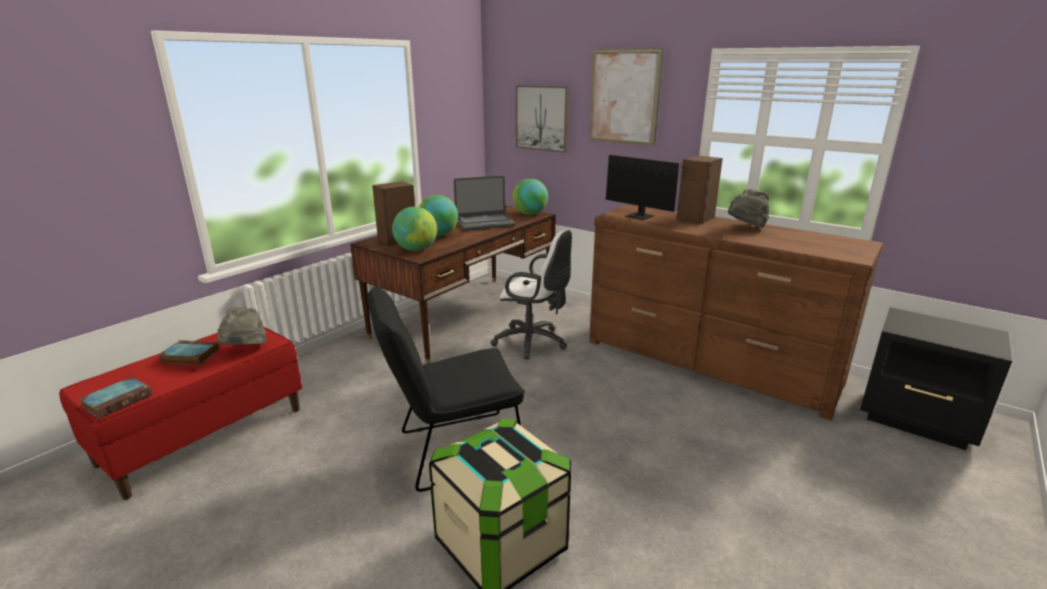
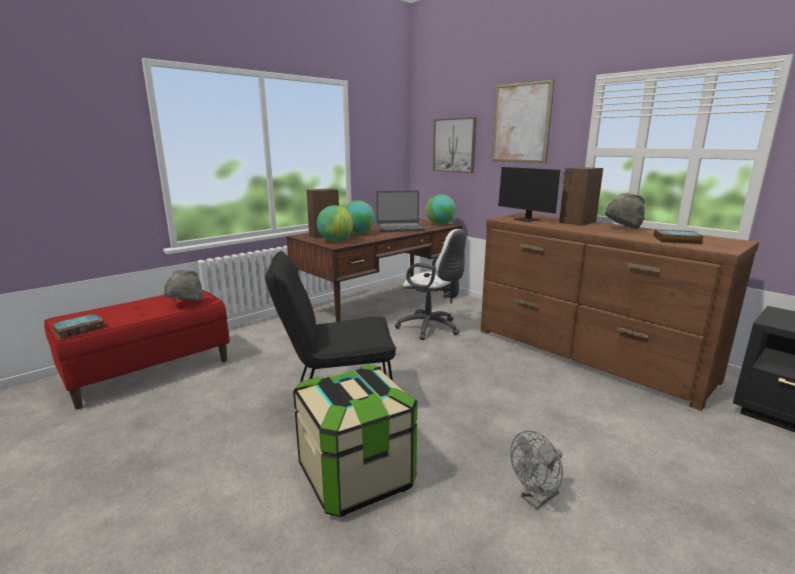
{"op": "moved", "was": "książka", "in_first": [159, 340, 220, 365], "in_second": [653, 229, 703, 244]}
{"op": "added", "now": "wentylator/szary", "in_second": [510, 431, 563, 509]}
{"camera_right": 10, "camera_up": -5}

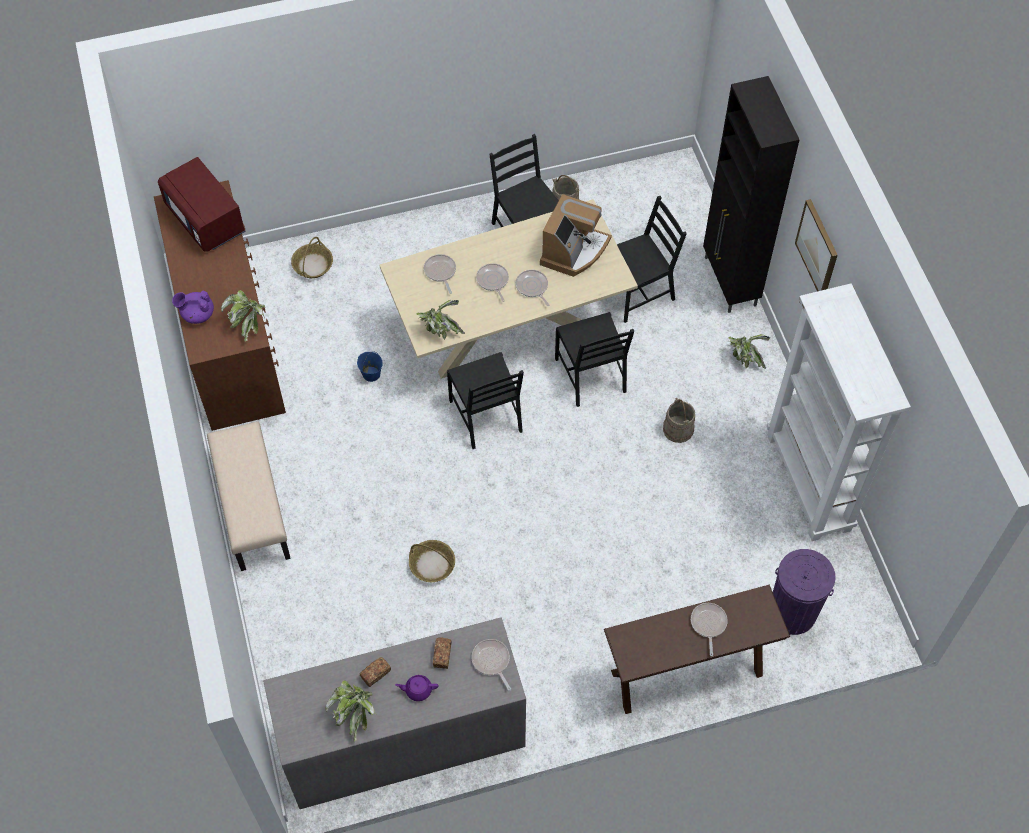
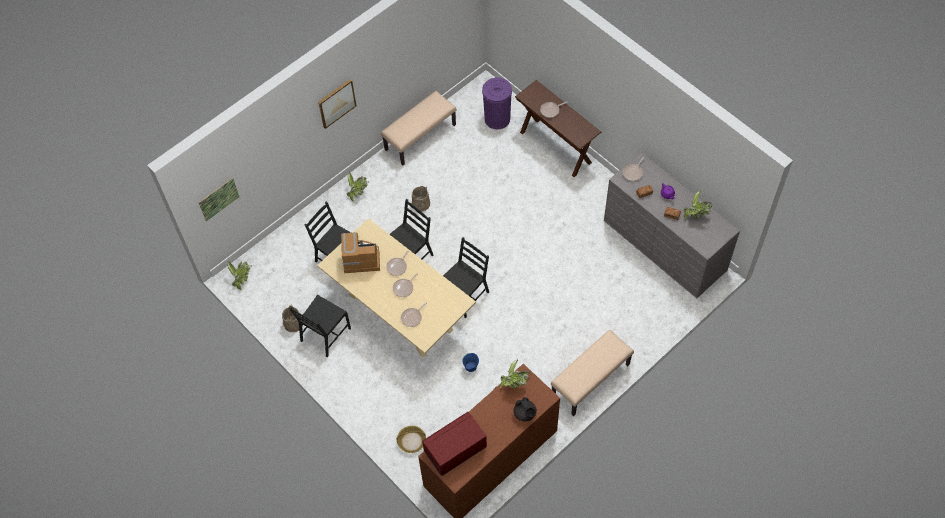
{"op": "removed", "was": "szafka/czarny", "in_first": [703, 76, 800, 313]}
{"op": "turned", "was": "mikrofalówka/czerwony", "in_first": [158, 157, 245, 252], "in_second": [422, 412, 487, 477], "clockwise": -150}
{"op": "replaced", "was": "regał/biały", "now": "ławka/beżowy", "in_first": [766, 283, 911, 541], "in_second": [381, 91, 456, 165]}
{"op": "recoloured", "was": "imbryk/fioletowy", "now": "imbryk/czarny", "in_first": [172, 290, 214, 324], "in_second": [513, 397, 537, 422]}
{"op": "moved", "was": "roślina doniczkowa", "in_first": [416, 300, 465, 340], "in_second": [227, 261, 252, 290]}
{"op": "removed", "was": "koszyk", "in_first": [409, 540, 455, 582]}
{"op": "added", "now": "obraz", "in_second": [199, 178, 239, 221]}
{"camera_right": -115, "camera_up": 0}

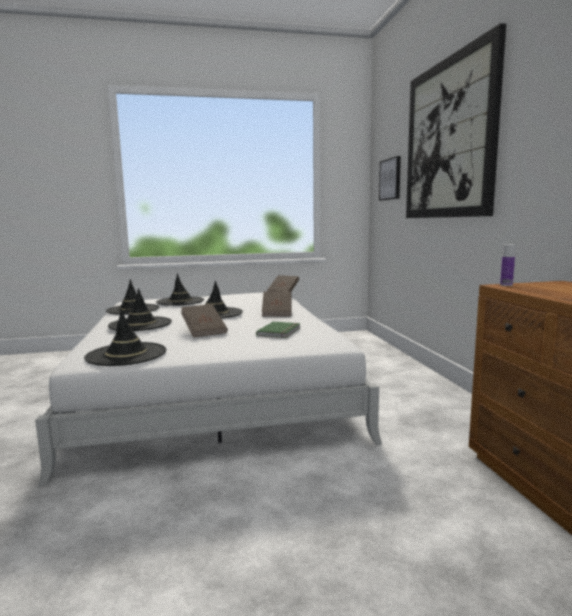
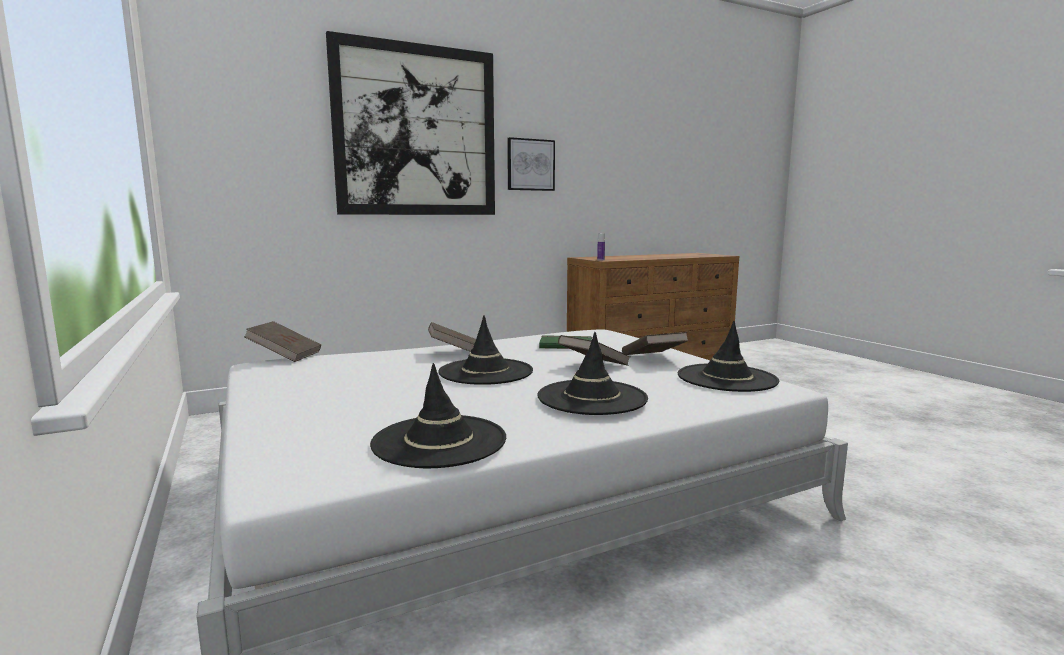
{"op": "moved", "was": "obraz", "in_first": [379, 156, 401, 201], "in_second": [507, 137, 555, 191]}
{"op": "removed", "was": "kapelusz/czarny", "in_first": [156, 273, 204, 306]}
{"op": "added", "now": "książka/brązowy", "in_second": [622, 332, 689, 355]}
{"camera_right": -105, "camera_up": 0}

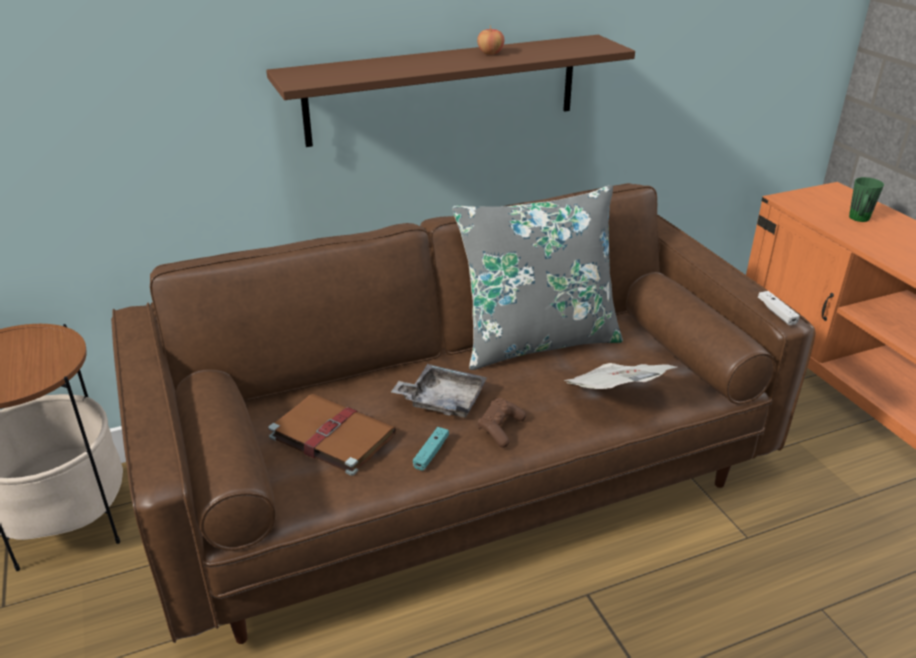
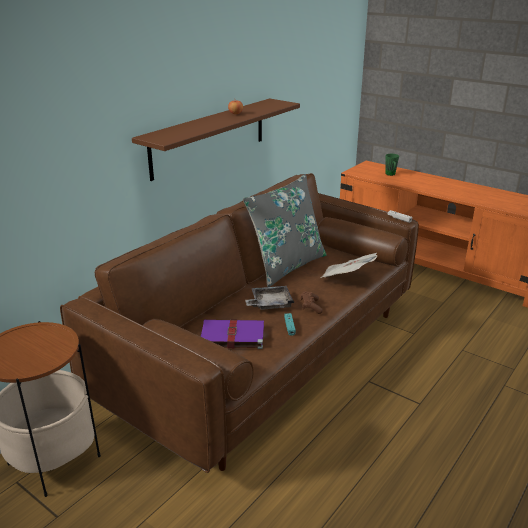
{"op": "recoloured", "was": "książka/brązowy", "now": "książka/fioletowy", "in_first": [268, 394, 396, 476], "in_second": [201, 320, 264, 349]}
{"camera_right": -30, "camera_up": -5}

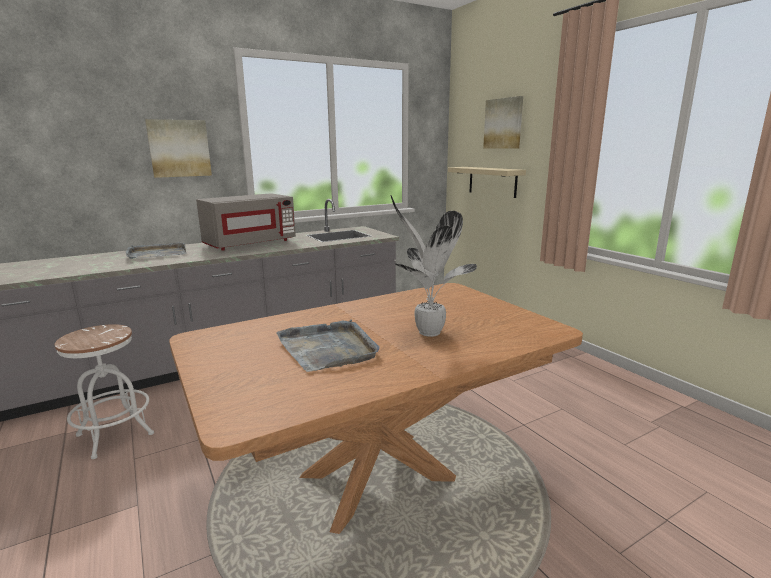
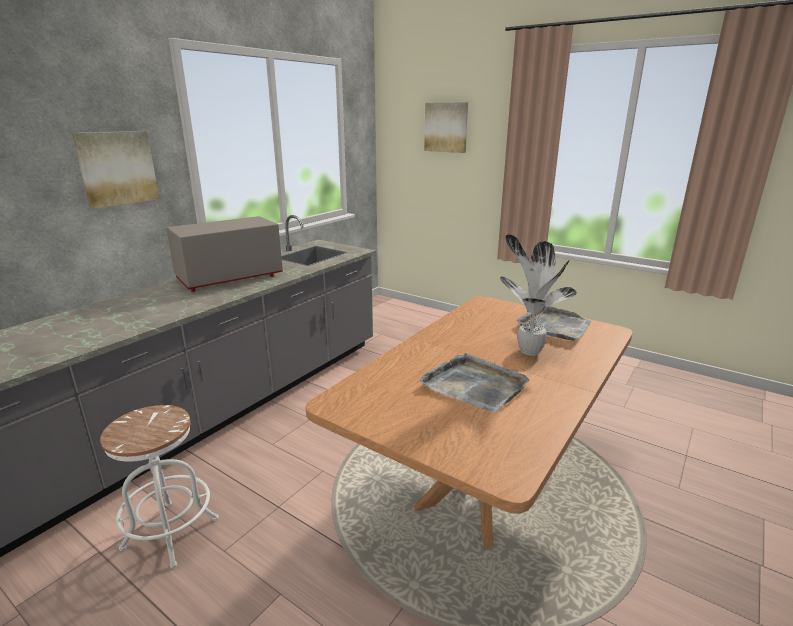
{"op": "removed", "was": "półka/beżowy", "in_first": [448, 167, 526, 198]}
{"op": "turned", "was": "mikrofalówka/szary", "in_first": [196, 194, 296, 251], "in_second": [166, 216, 283, 292], "clockwise": -150}
{"op": "moved", "was": "taca/szary", "in_first": [126, 242, 187, 259], "in_second": [517, 305, 591, 341]}
{"camera_right": -25, "camera_up": 5}

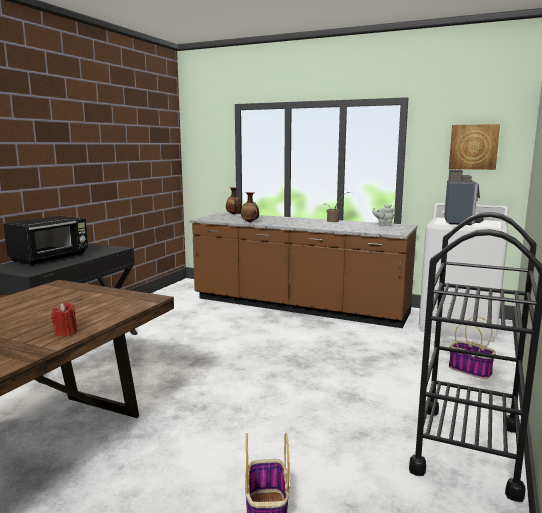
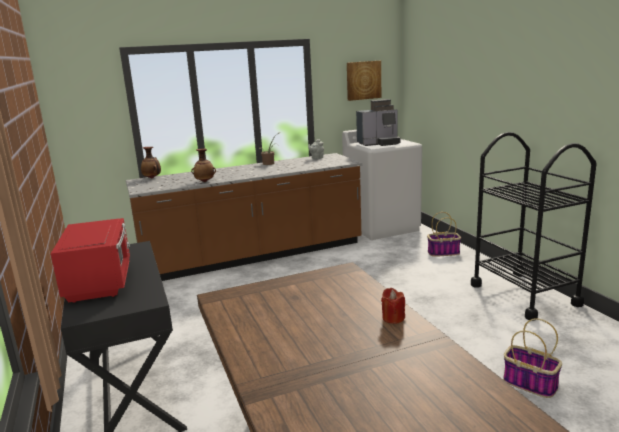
{"op": "turned", "was": "ekspres do kawy", "in_first": [444, 169, 483, 225], "in_second": [356, 99, 400, 146], "clockwise": 105}
{"op": "recoloured", "was": "mikrofalówka/czarny", "now": "mikrofalówka/czerwony", "in_first": [3, 216, 88, 266], "in_second": [51, 218, 130, 303]}
{"camera_right": -45, "camera_up": 5}

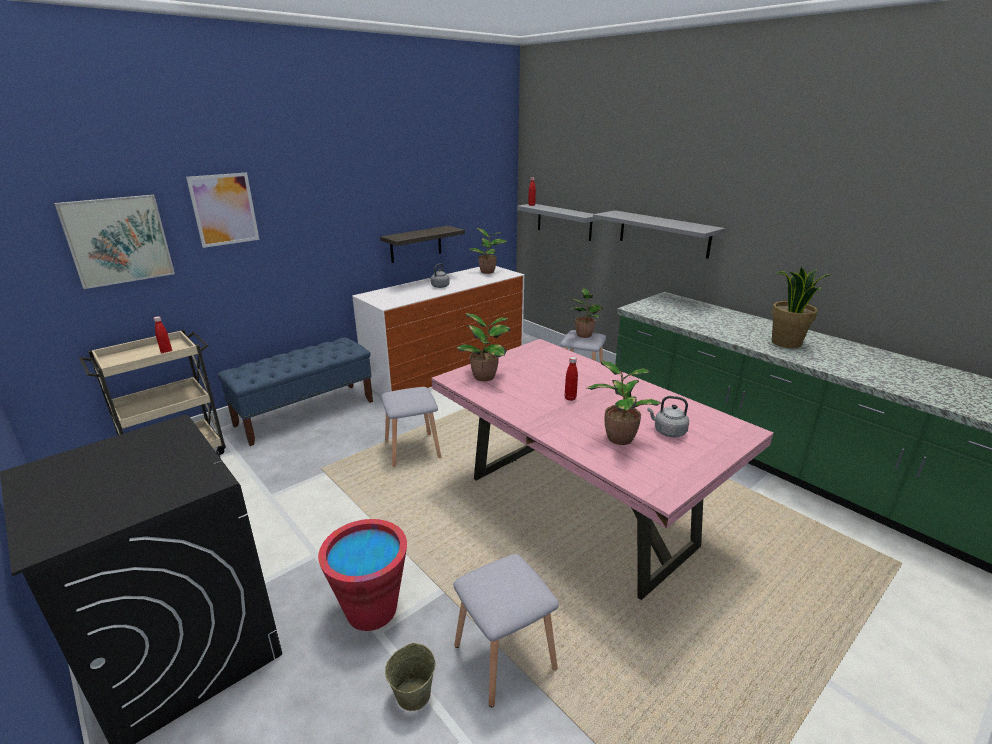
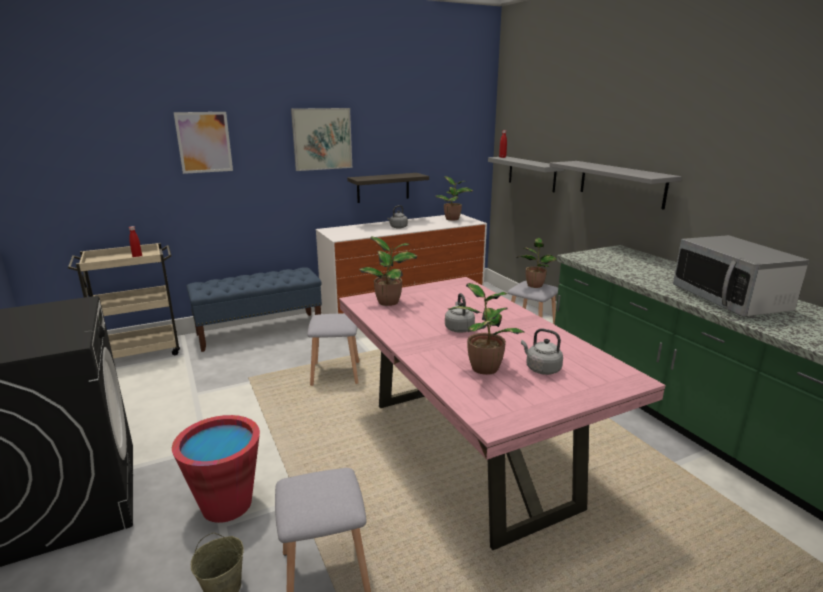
{"op": "moved", "was": "obraz", "in_first": [54, 195, 175, 289], "in_second": [291, 108, 352, 171]}
{"op": "replaced", "was": "roślina doniczkowa", "now": "mikrofalówka", "in_first": [772, 267, 832, 348], "in_second": [673, 235, 809, 317]}
{"op": "replaced", "was": "butelka/czerwony", "now": "czajnik/szary", "in_first": [565, 357, 578, 401], "in_second": [445, 293, 475, 333]}
{"camera_right": 15, "camera_up": -5}

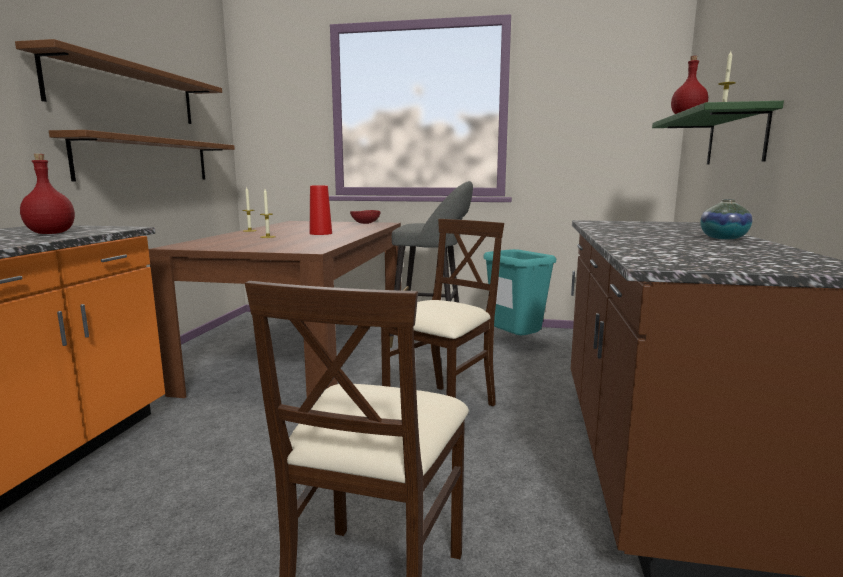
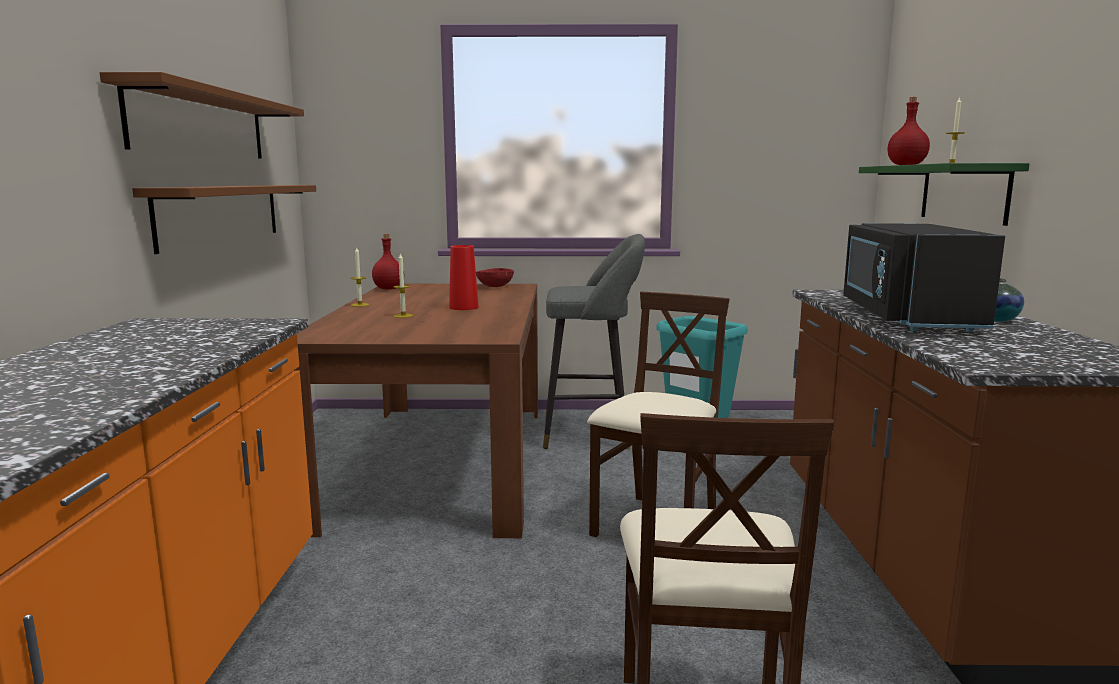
{"op": "moved", "was": "butelka/czerwony", "in_first": [20, 154, 75, 234], "in_second": [372, 234, 404, 290]}
{"op": "added", "now": "mikrofalówka/czarny", "in_second": [843, 223, 1005, 332]}
{"camera_right": -10, "camera_up": 0}

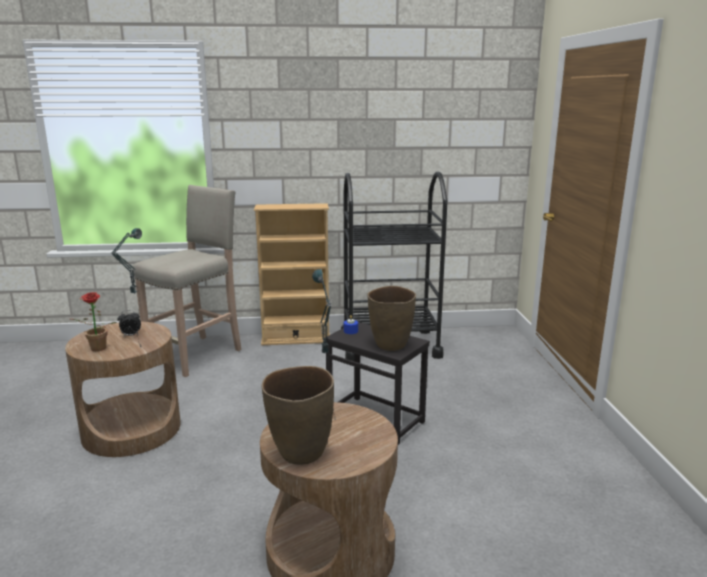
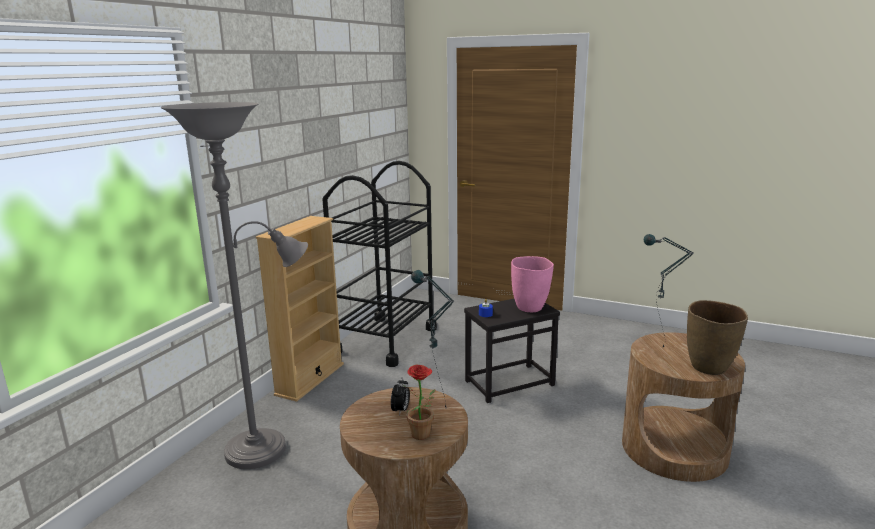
{"op": "replaced", "was": "stołek/beżowy", "now": "lampa stojąca/szary", "in_first": [132, 185, 242, 377], "in_second": [161, 102, 308, 469]}
{"op": "recoloured", "was": "wazon/brązowy", "now": "wazon/różowy", "in_first": [367, 286, 416, 351], "in_second": [511, 256, 554, 312]}
{"camera_right": -60, "camera_up": 0}

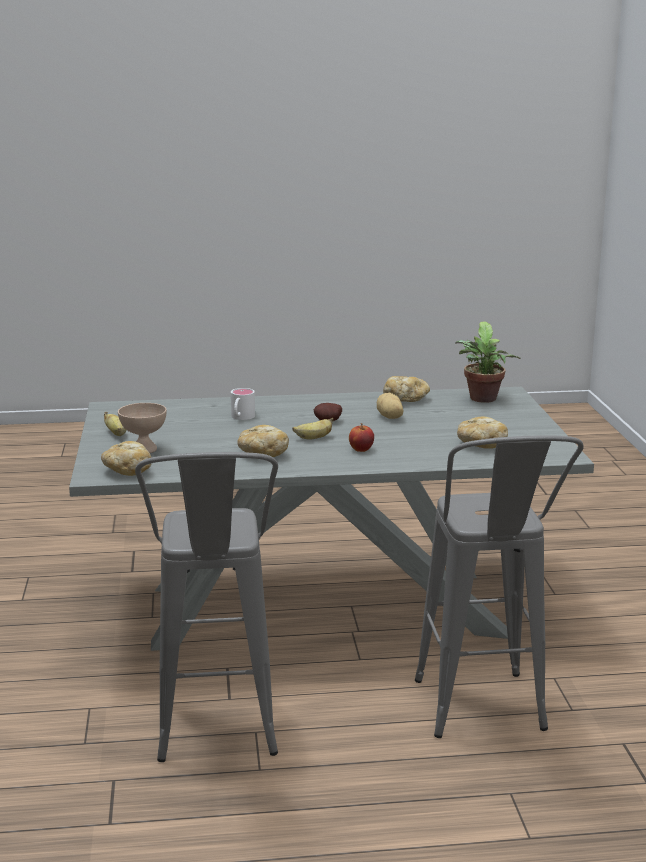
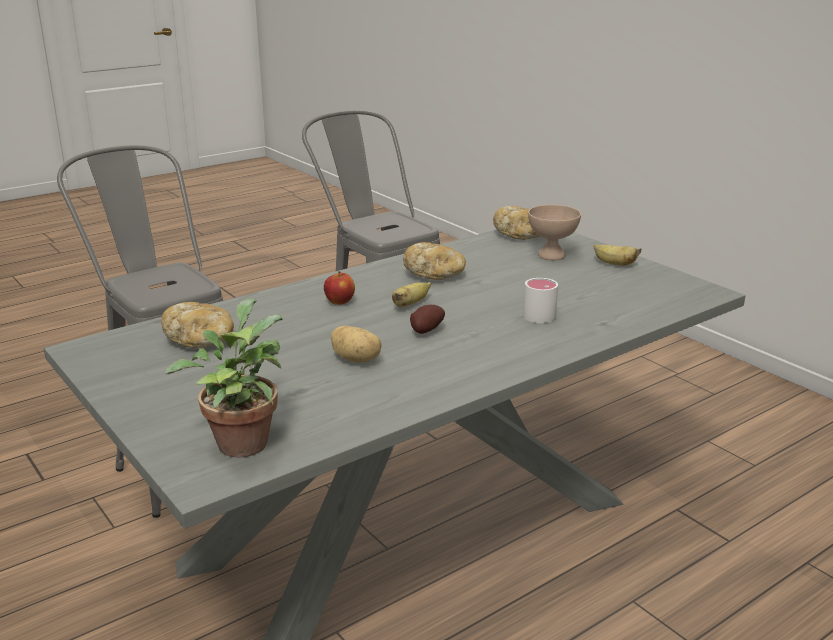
{"op": "removed", "was": "chleb", "in_first": [383, 376, 430, 402]}
{"camera_right": 150, "camera_up": 5}

